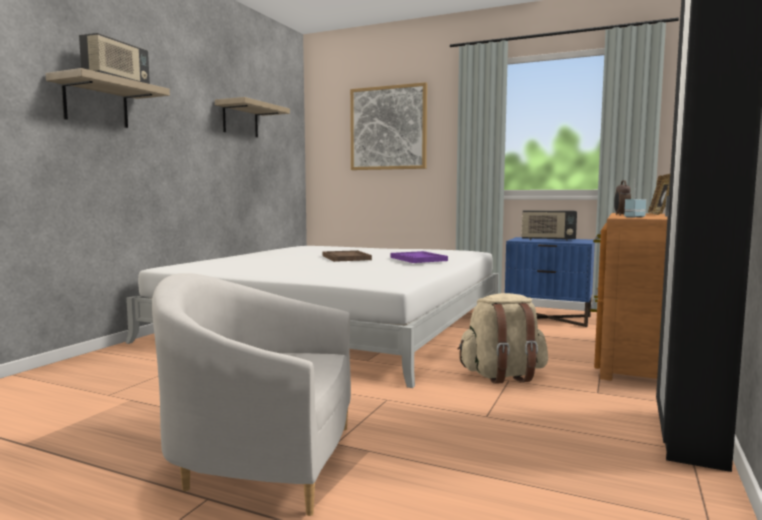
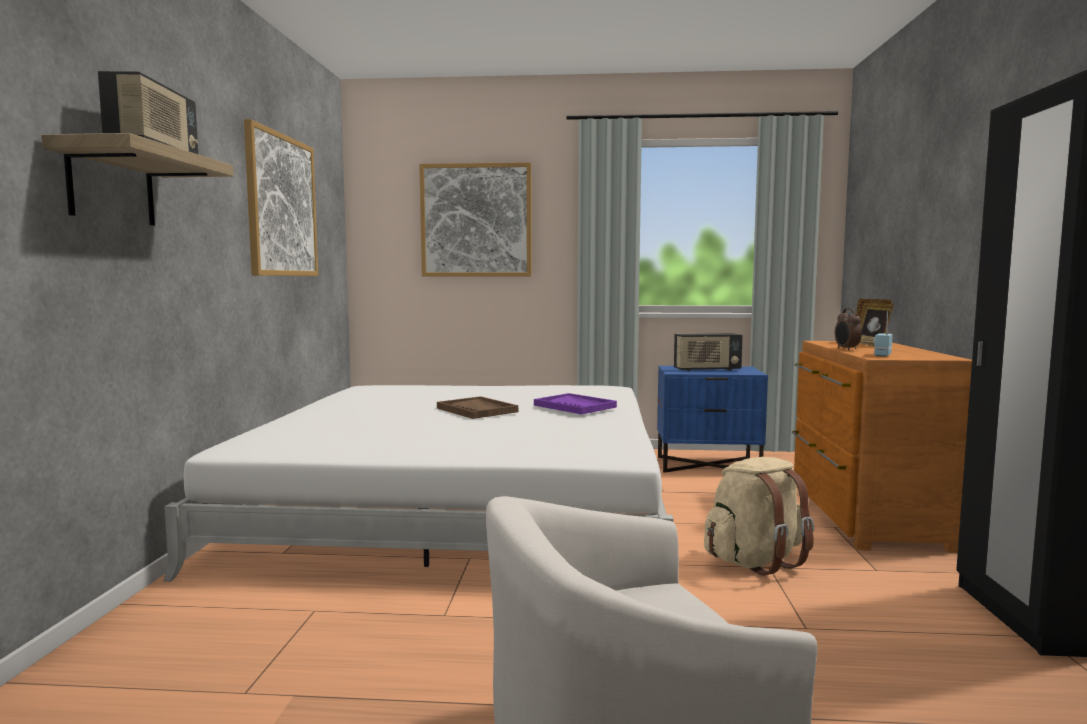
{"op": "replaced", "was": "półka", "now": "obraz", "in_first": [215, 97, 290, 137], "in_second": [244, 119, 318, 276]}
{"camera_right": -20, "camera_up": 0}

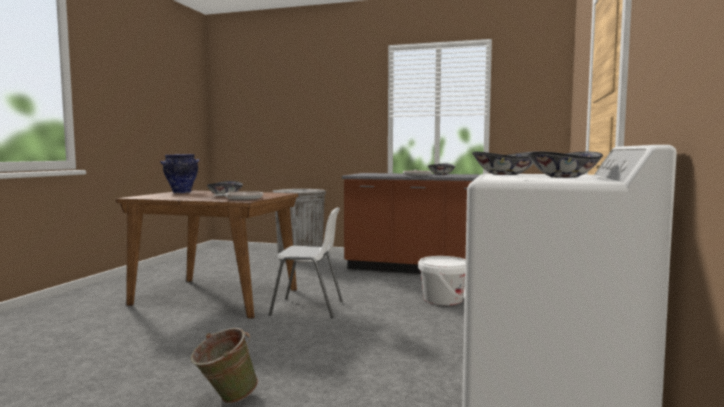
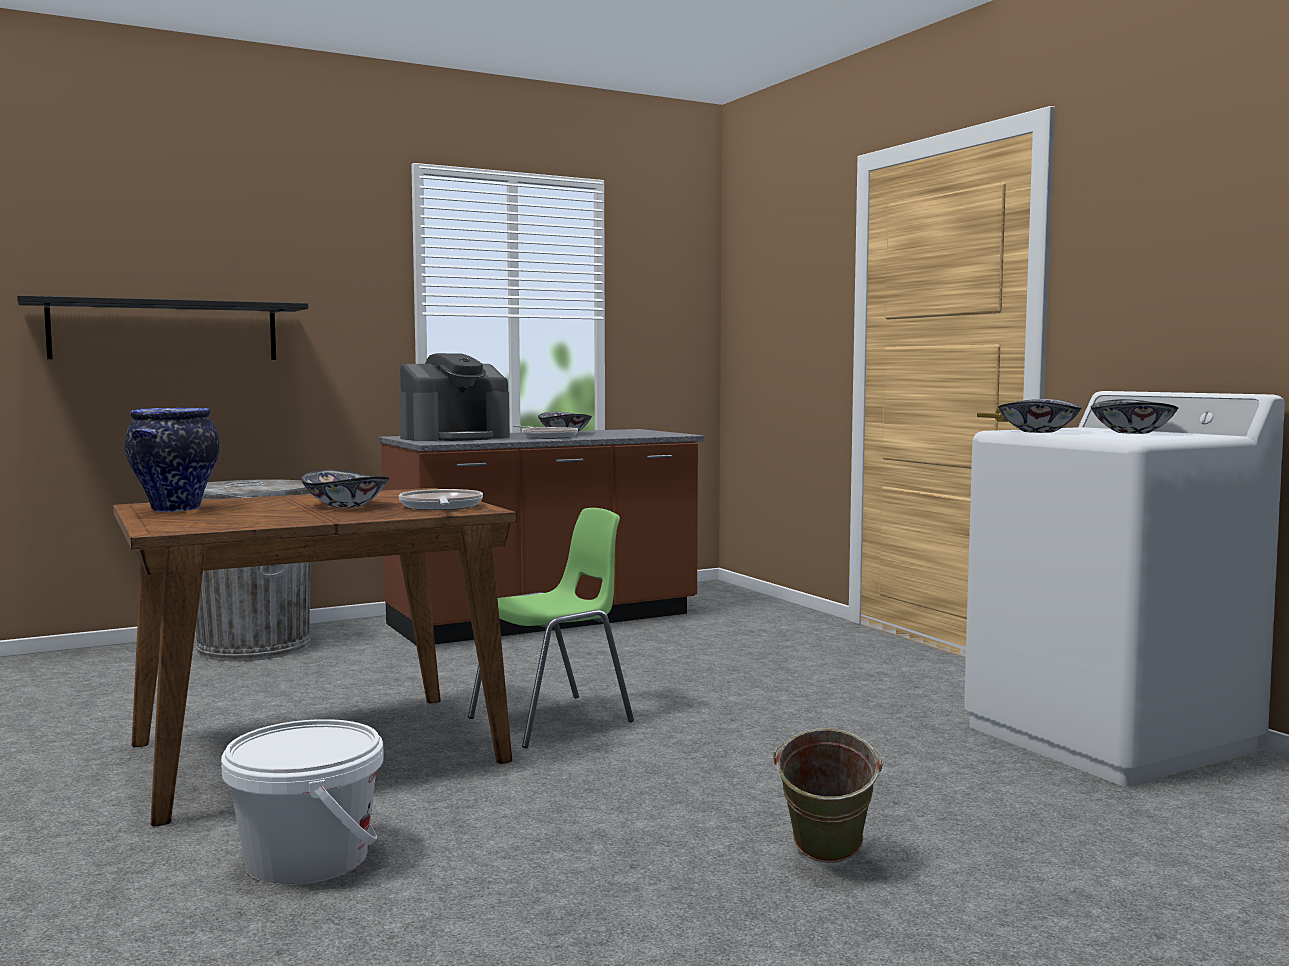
{"op": "recoloured", "was": "krzesło/biały", "now": "krzesło/zielony", "in_first": [269, 207, 343, 318], "in_second": [468, 508, 634, 748]}
{"op": "moved", "was": "wiadro/biały", "in_first": [418, 256, 466, 305], "in_second": [221, 719, 384, 885]}
{"op": "added", "now": "półka/czarny", "in_second": [17, 295, 308, 360]}
{"op": "added", "now": "ekspres do kawy", "in_second": [399, 353, 510, 441]}
{"camera_right": -45, "camera_up": 0}

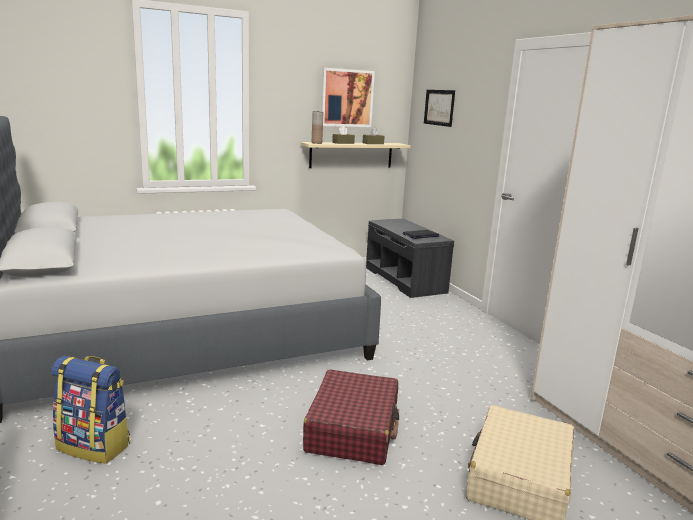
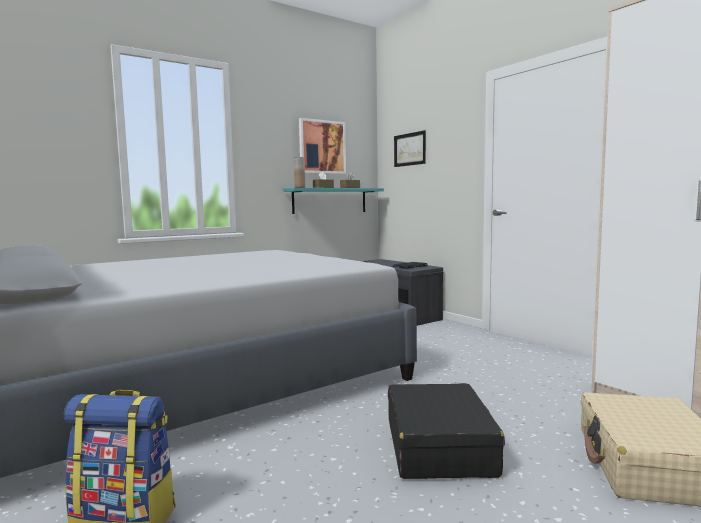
{"op": "recoloured", "was": "półka/beżowy", "now": "półka/turkusowy", "in_first": [301, 142, 411, 168], "in_second": [283, 188, 384, 214]}
{"op": "recoloured", "was": "walizka/czerwony", "now": "walizka/czarny", "in_first": [303, 369, 399, 465], "in_second": [388, 383, 505, 479]}
{"camera_right": -10, "camera_up": -10}

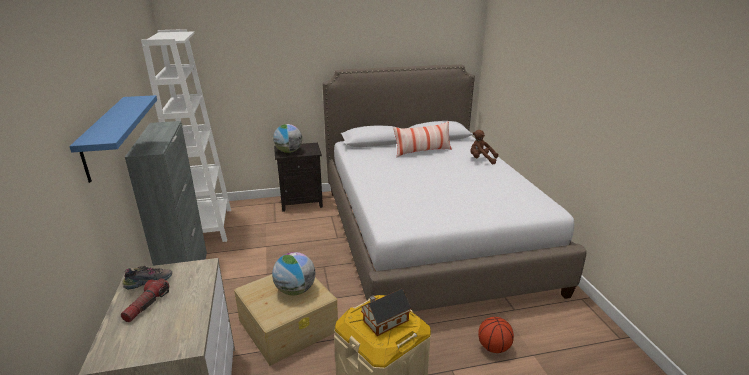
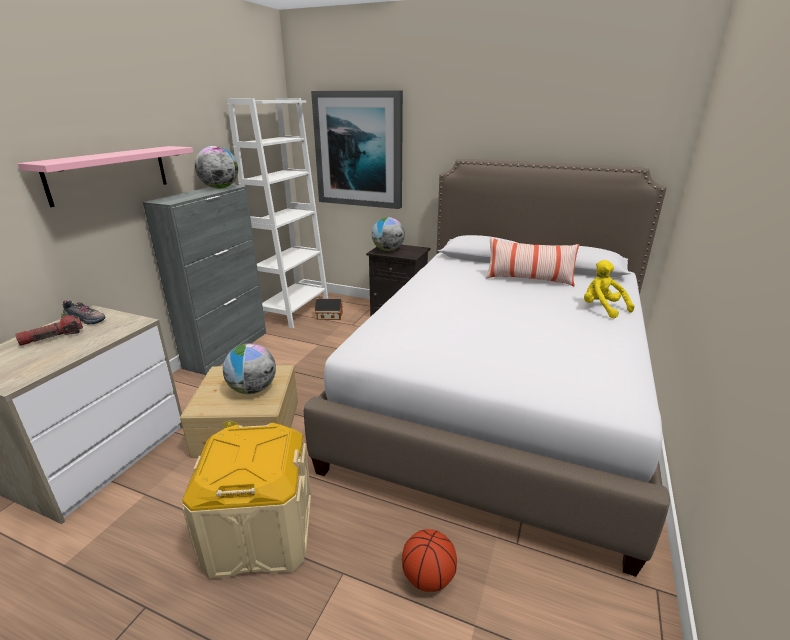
{"op": "recoloured", "was": "półka/niebieski", "now": "półka/różowy", "in_first": [69, 95, 157, 183], "in_second": [18, 146, 194, 207]}
{"op": "recoloured", "was": "pluszak/brązowy", "now": "pluszak/żółty", "in_first": [470, 130, 498, 164], "in_second": [584, 260, 635, 318]}
{"op": "moved", "was": "domek", "in_first": [361, 289, 411, 336], "in_second": [315, 296, 343, 320]}
{"op": "added", "now": "obraz", "in_second": [311, 90, 403, 209]}
{"op": "added", "now": "globus", "in_second": [195, 146, 238, 189]}
{"camera_right": 35, "camera_up": 0}

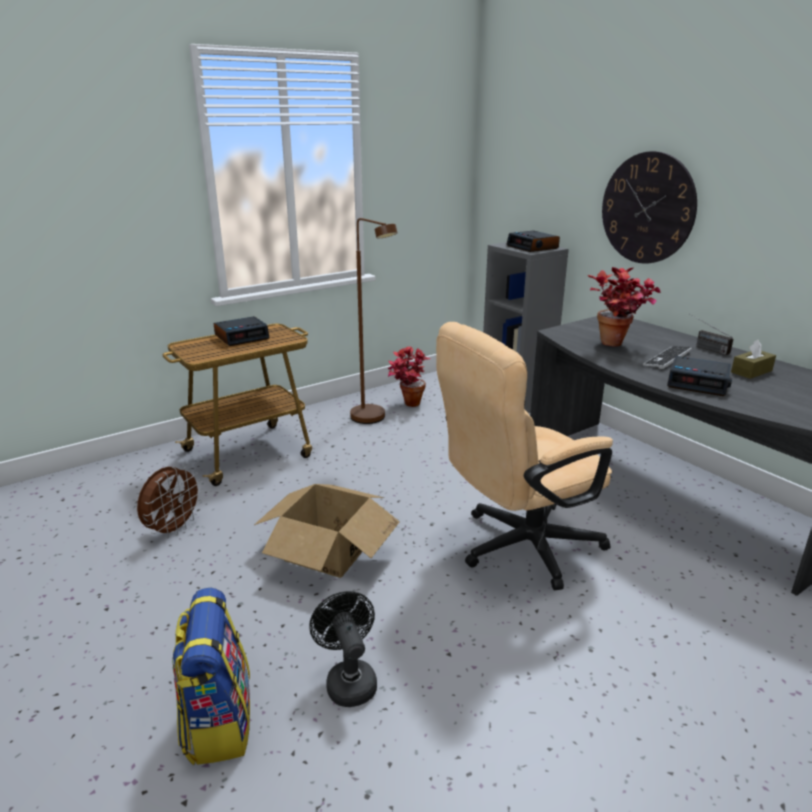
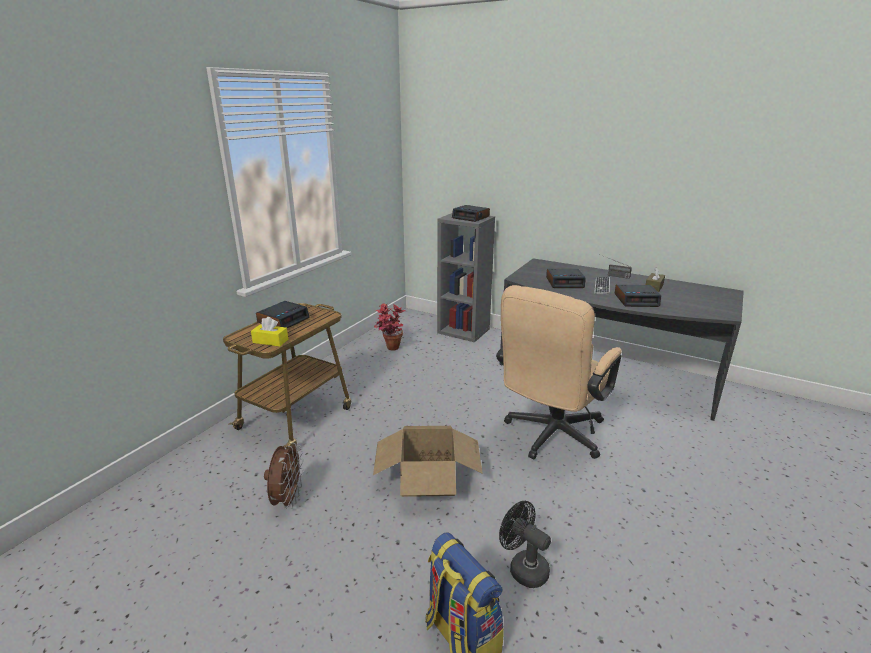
{"op": "removed", "was": "zegar ścienny", "in_first": [602, 151, 697, 264]}
{"op": "removed", "was": "lampa stojąca/brązowy", "in_first": [350, 218, 398, 424]}
{"op": "replaced", "was": "roślina doniczkowa", "now": "budzik", "in_first": [588, 267, 661, 346], "in_second": [546, 269, 586, 288]}
{"op": "added", "now": "pudełko chusteczek/żółty", "in_second": [251, 317, 288, 347]}
{"camera_right": -25, "camera_up": 0}

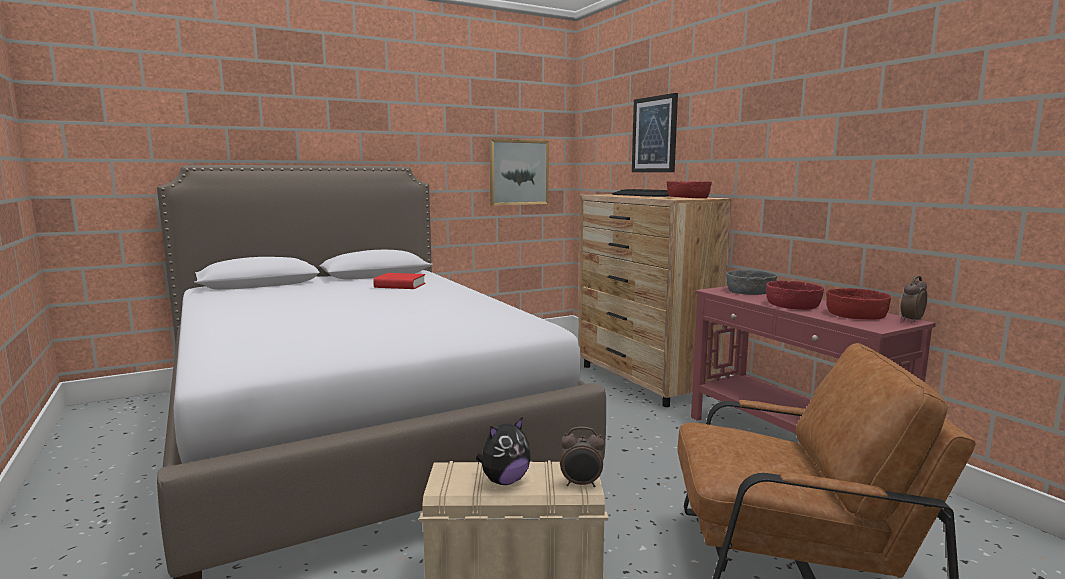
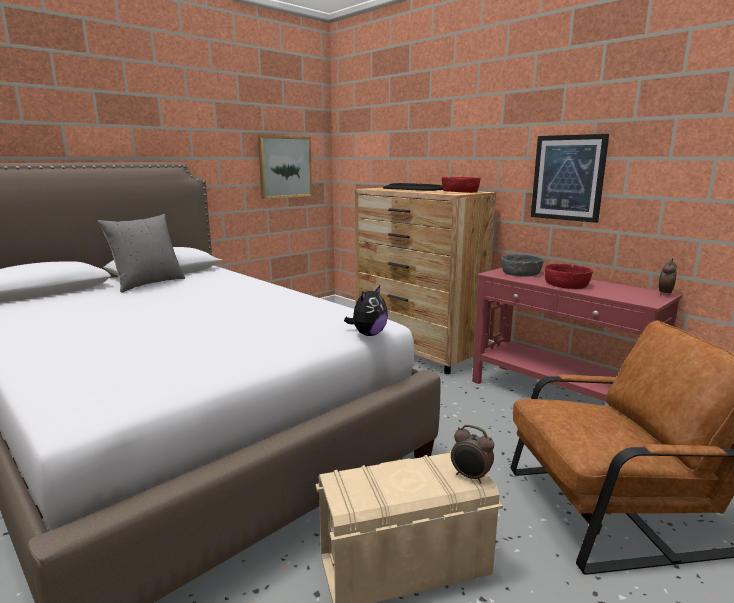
{"op": "moved", "was": "obraz", "in_first": [632, 93, 678, 172], "in_second": [531, 134, 609, 223]}
{"op": "removed", "was": "książka/czerwony", "in_first": [373, 273, 426, 289]}
{"op": "removed", "was": "miska/czerwony", "in_first": [826, 288, 891, 320]}
{"op": "moved", "was": "pluszak", "in_first": [476, 416, 531, 485], "in_second": [344, 286, 388, 336]}
{"op": "turned", "was": "budzik", "in_first": [560, 427, 605, 487], "in_second": [451, 425, 494, 484], "clockwise": 45}
{"op": "added", "now": "poduszka/szary", "in_second": [97, 214, 185, 293]}
{"camera_right": -15, "camera_up": 5}

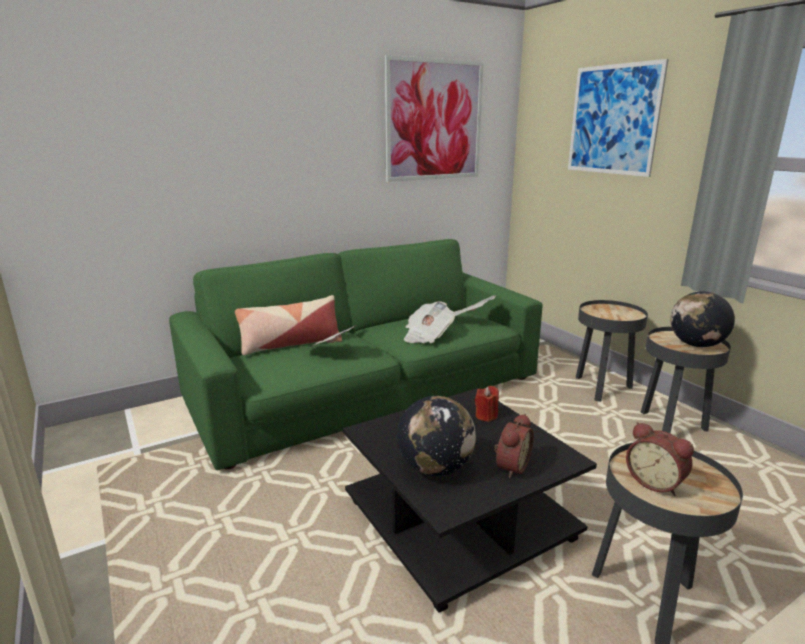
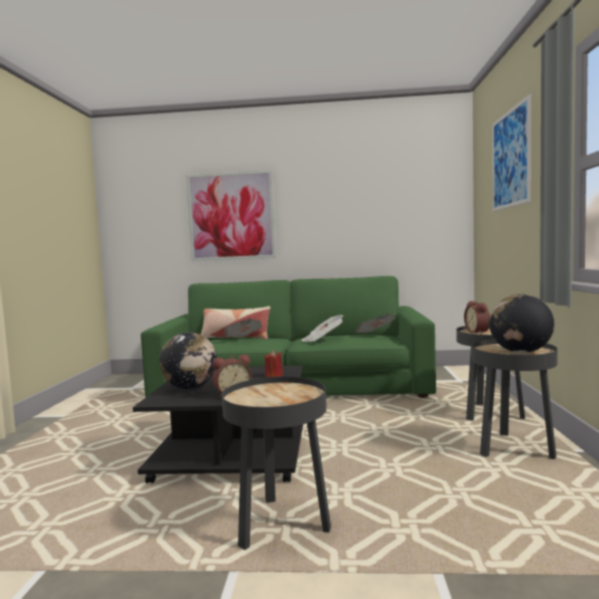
{"op": "moved", "was": "obraz", "in_first": [385, 55, 484, 182], "in_second": [186, 170, 276, 262]}
{"op": "moved", "was": "budzik", "in_first": [626, 422, 694, 496], "in_second": [464, 301, 490, 334]}
{"camera_right": 35, "camera_up": -15}

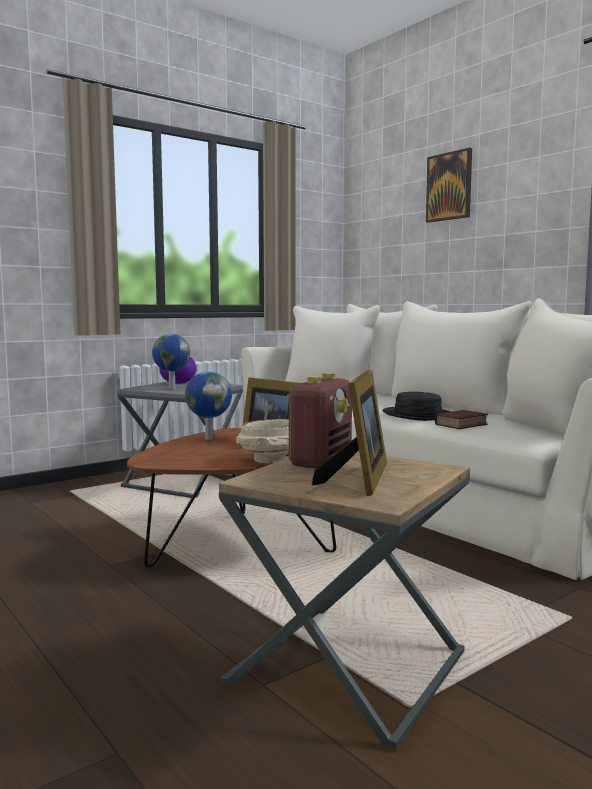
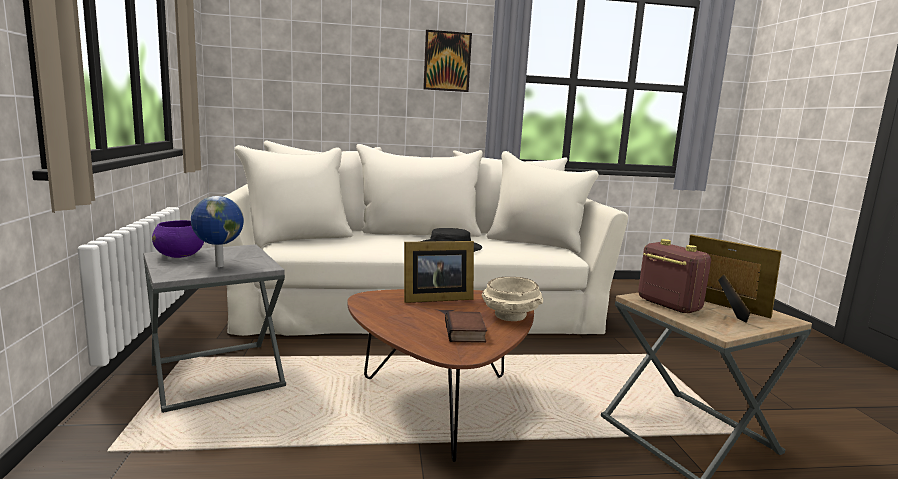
{"op": "moved", "was": "obraz", "in_first": [426, 148, 472, 223], "in_second": [423, 30, 472, 92]}
{"op": "removed", "was": "globus", "in_first": [185, 371, 232, 440]}
{"op": "moved", "was": "książka", "in_first": [435, 410, 488, 429], "in_second": [445, 311, 487, 343]}
{"camera_right": -60, "camera_up": 5}

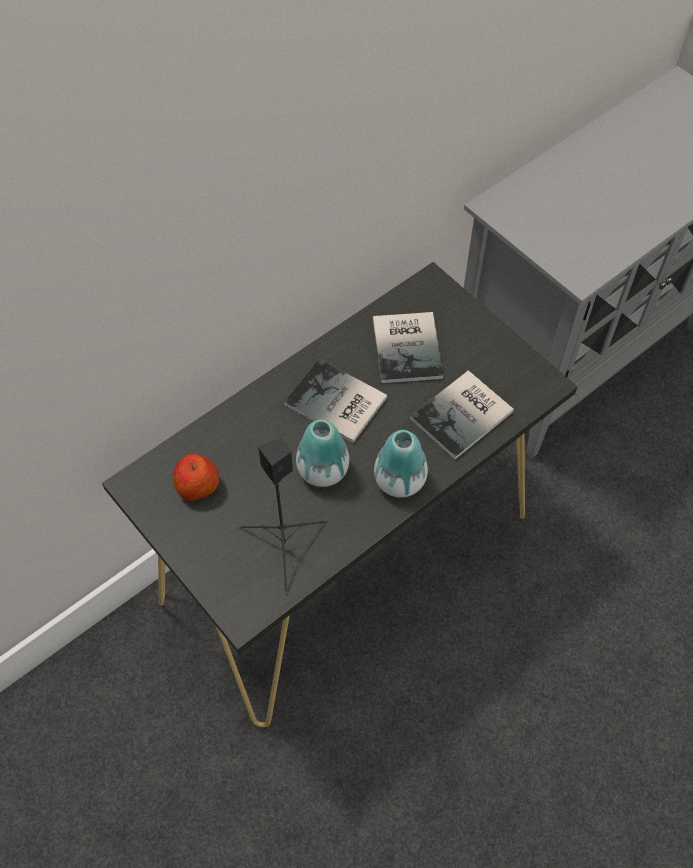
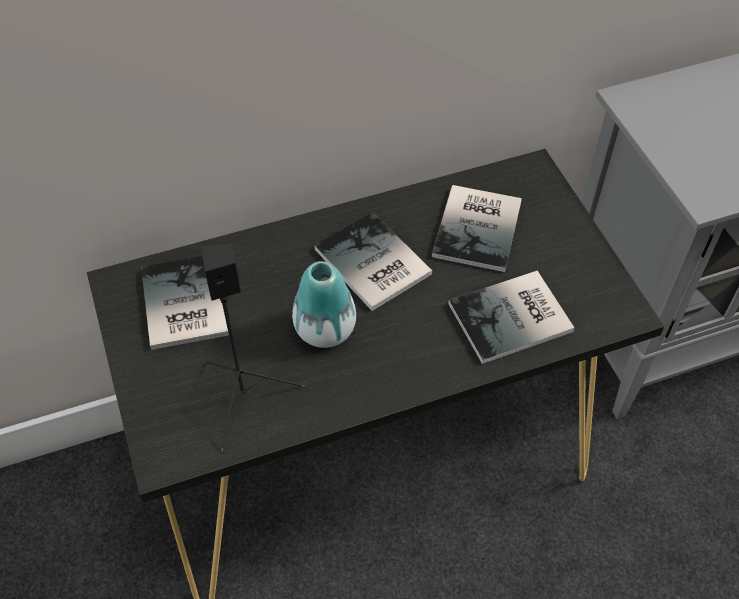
{"op": "removed", "was": "wazon", "in_first": [374, 430, 428, 498]}
{"op": "replaced", "was": "jabłko", "now": "książka", "in_first": [173, 454, 219, 501], "in_second": [141, 256, 229, 350]}
{"camera_right": 20, "camera_up": -5}

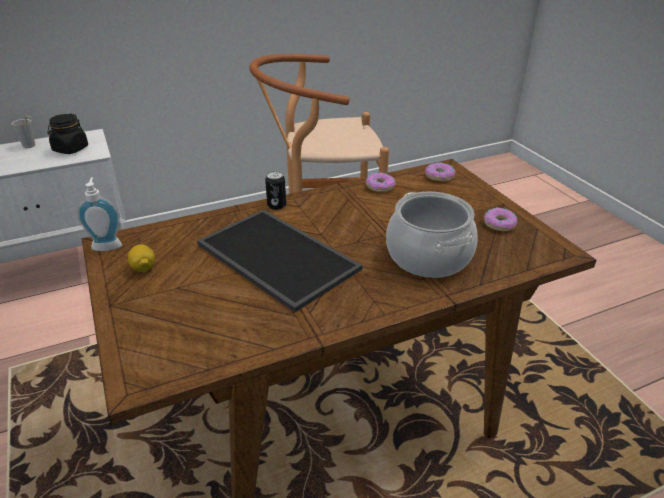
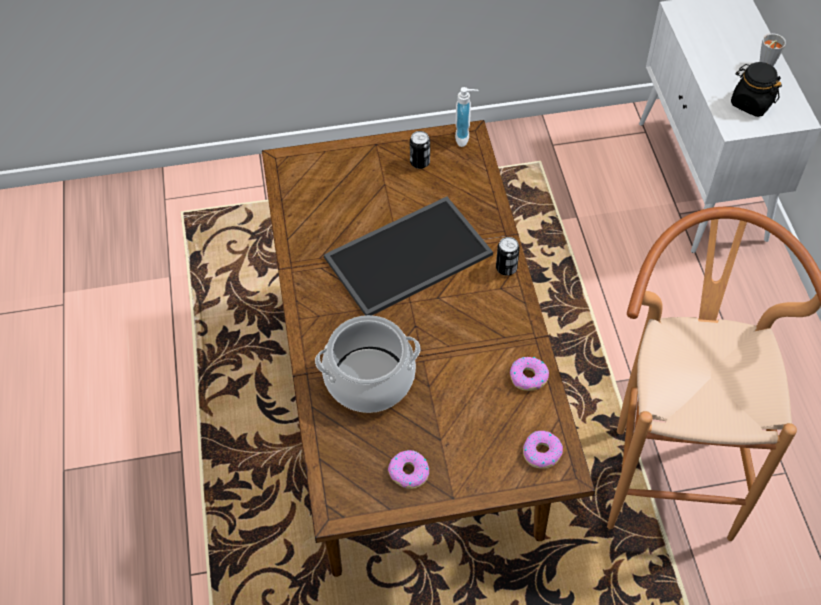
{"op": "replaced", "was": "cytryna", "now": "puszka", "in_first": [128, 244, 155, 272], "in_second": [410, 131, 430, 169]}
{"camera_right": 105, "camera_up": 20}

